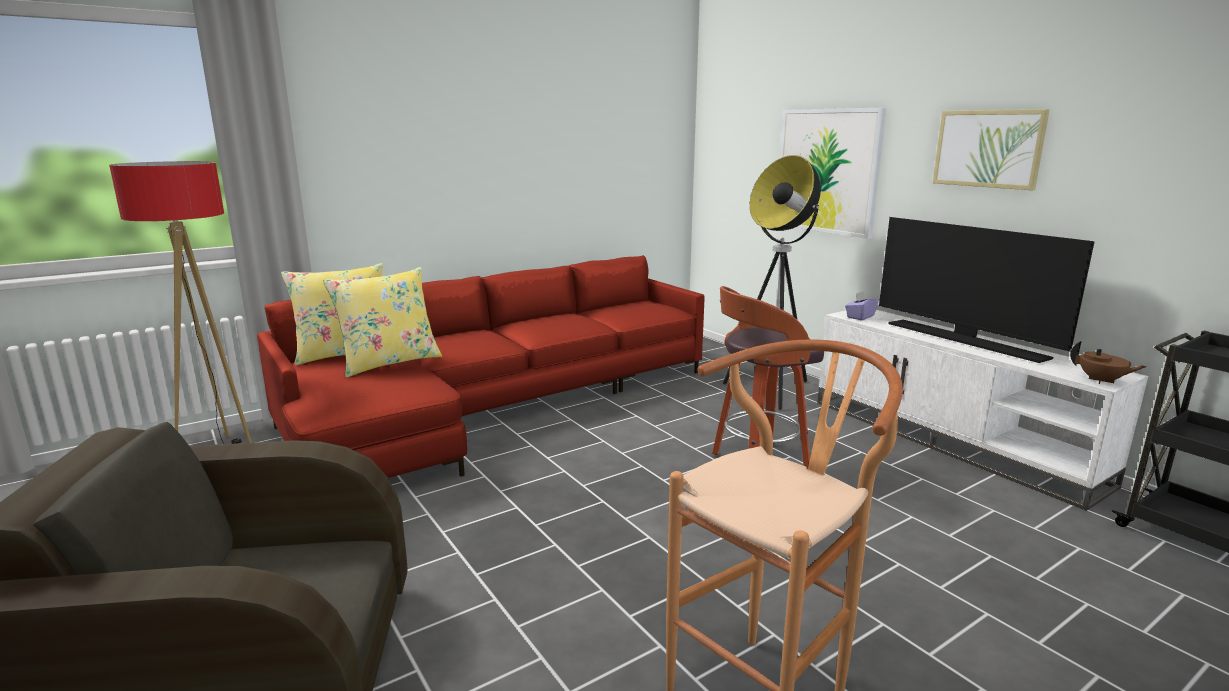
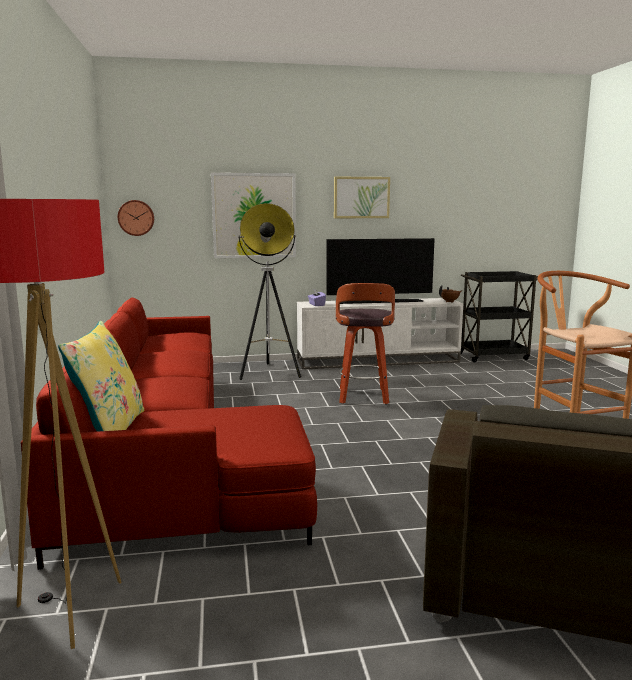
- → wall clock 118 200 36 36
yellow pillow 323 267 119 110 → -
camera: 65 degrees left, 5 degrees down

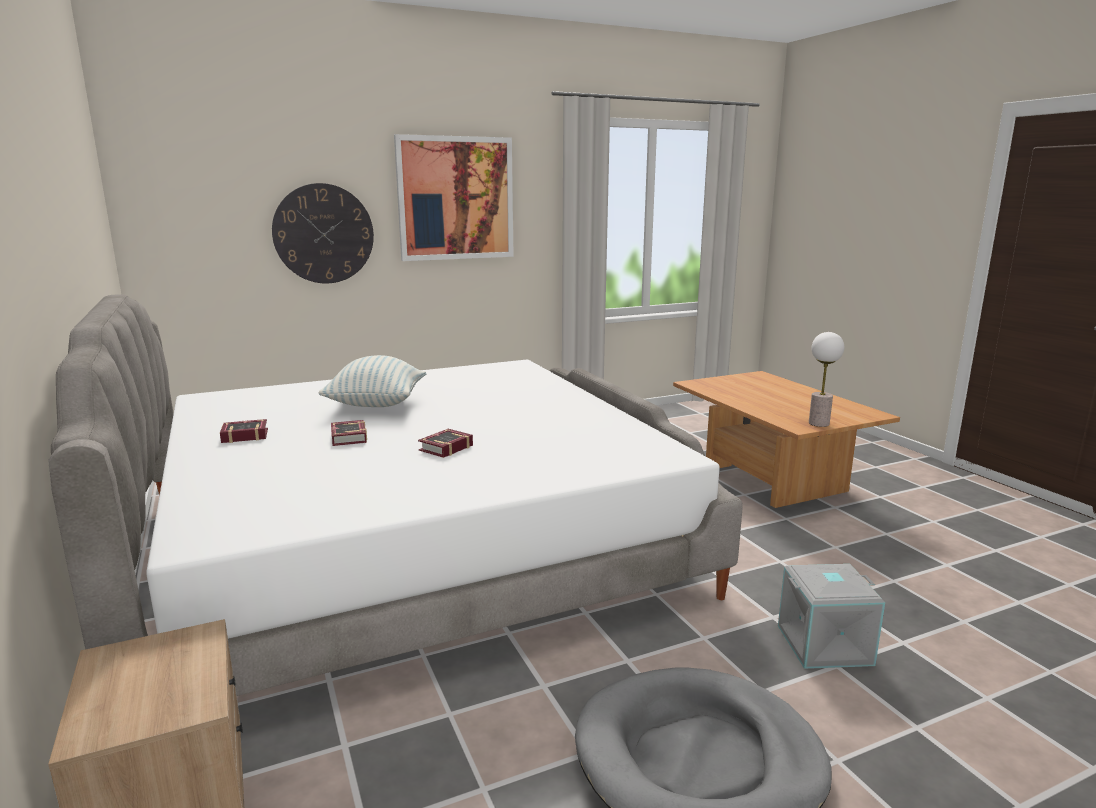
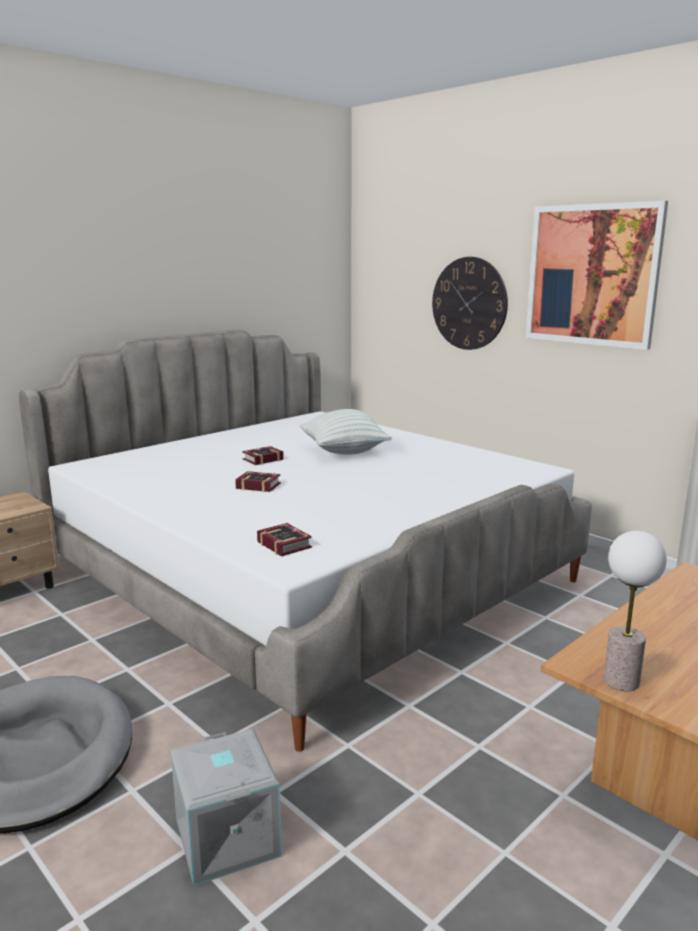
book 220 419 48 24 → book 257 523 55 33, move
camera: 70 degrees right, 0 degrees up

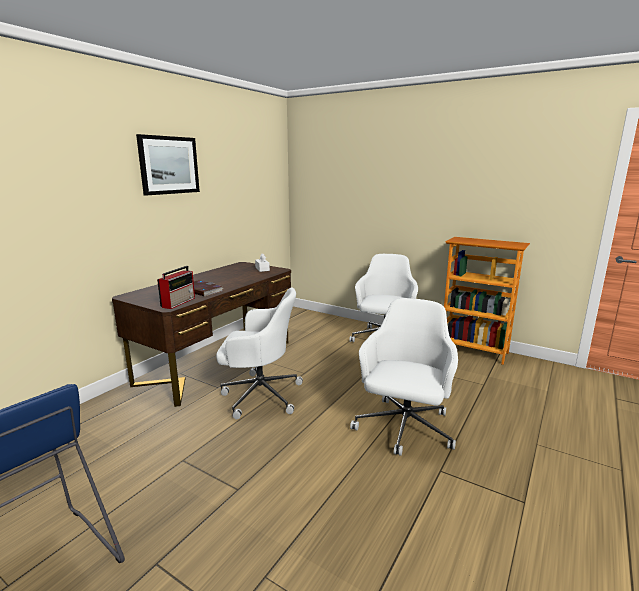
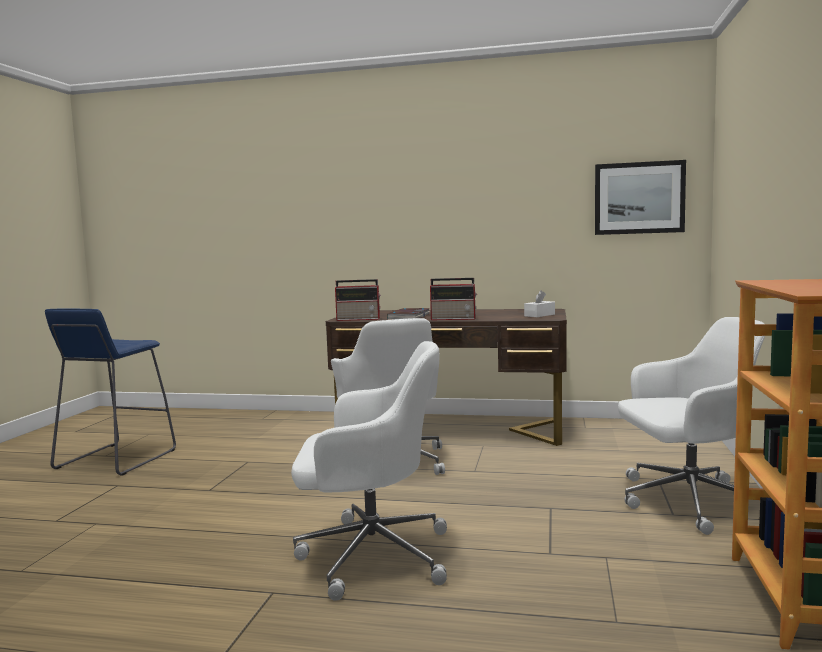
- → radio 430 278 47 42
picture 136 134 64 62 → picture 595 160 91 75, move
camera: 70 degrees right, 10 degrees down

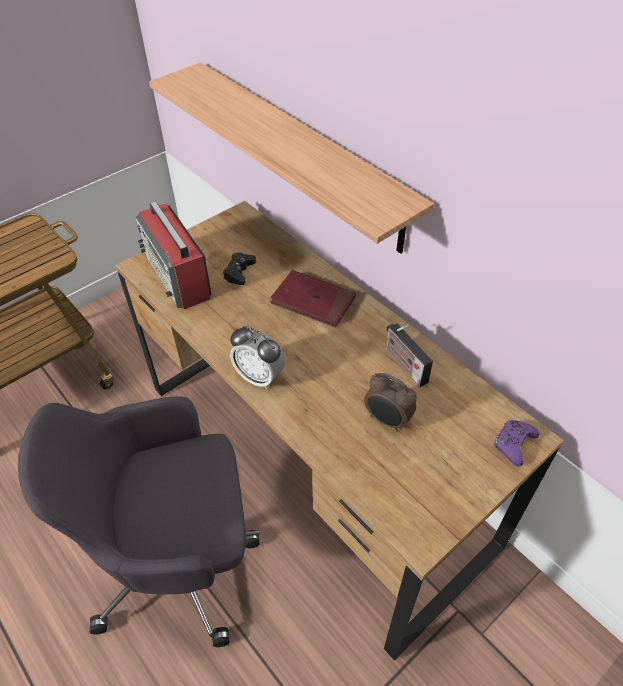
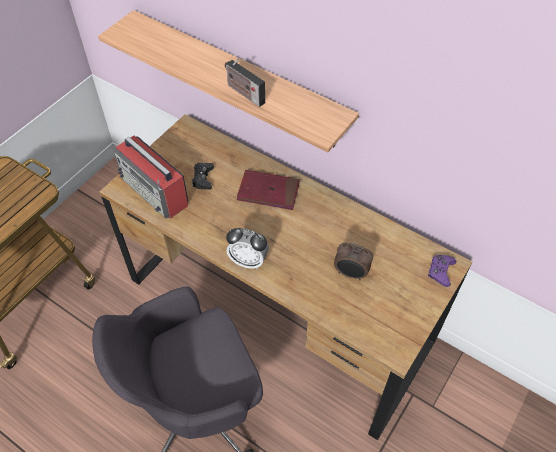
radio 386 323 47 64 → radio 225 57 40 50, move
camera: 15 degrees left, 5 degrees up

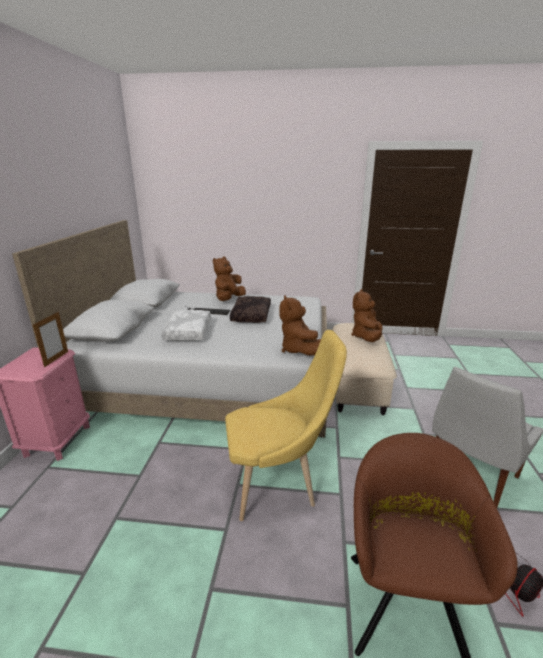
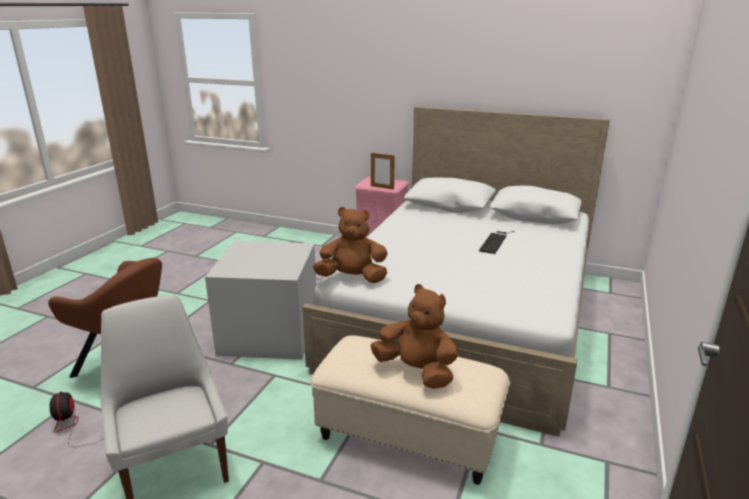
yellow chair 225 330 122 191 → grey storage box 205 241 111 119
white pillow 161 310 50 31 → -
brown plush toy 213 257 33 44 → -
brown pillow 230 296 41 27 → -
camera: 105 degrees right, 0 degrees up

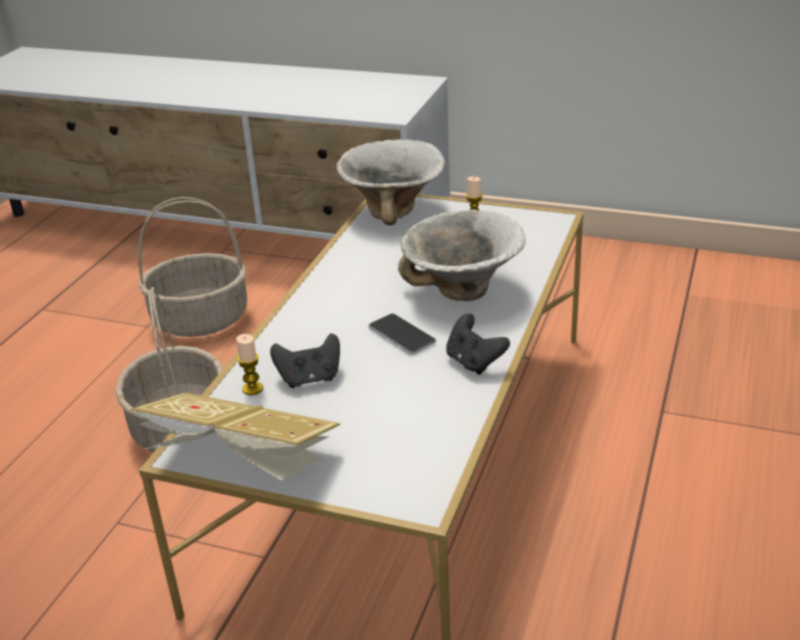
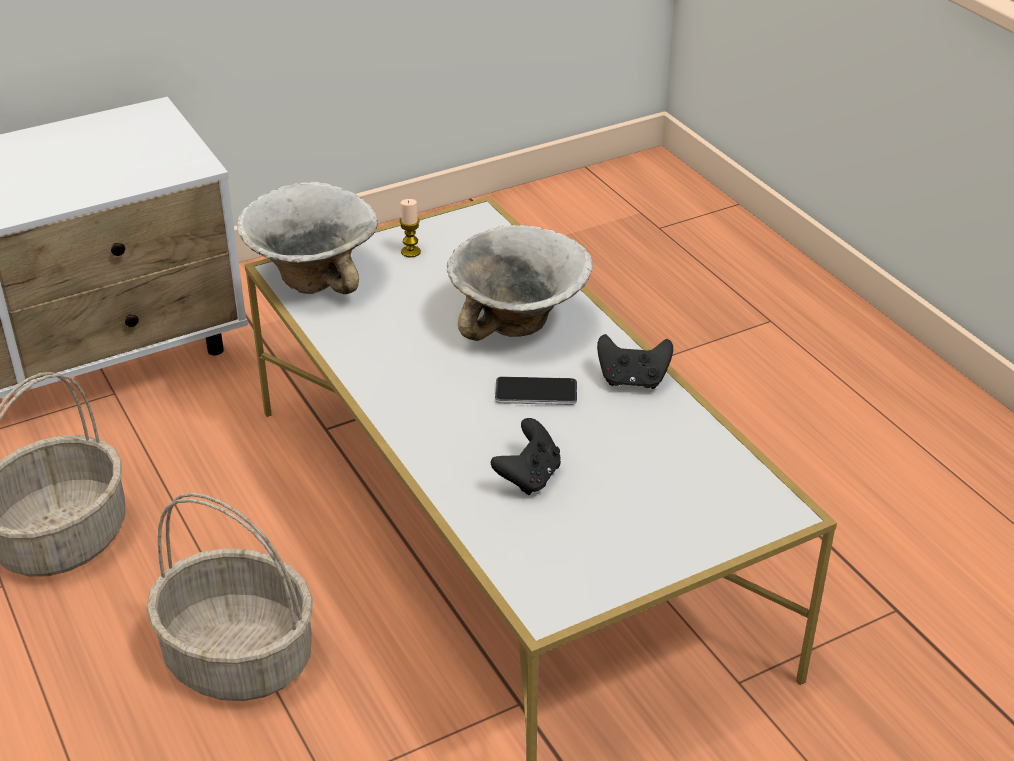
book 131 393 209 87 → -
candle 236 334 27 61 → -
camera: 50 degrees left, 5 degrees up

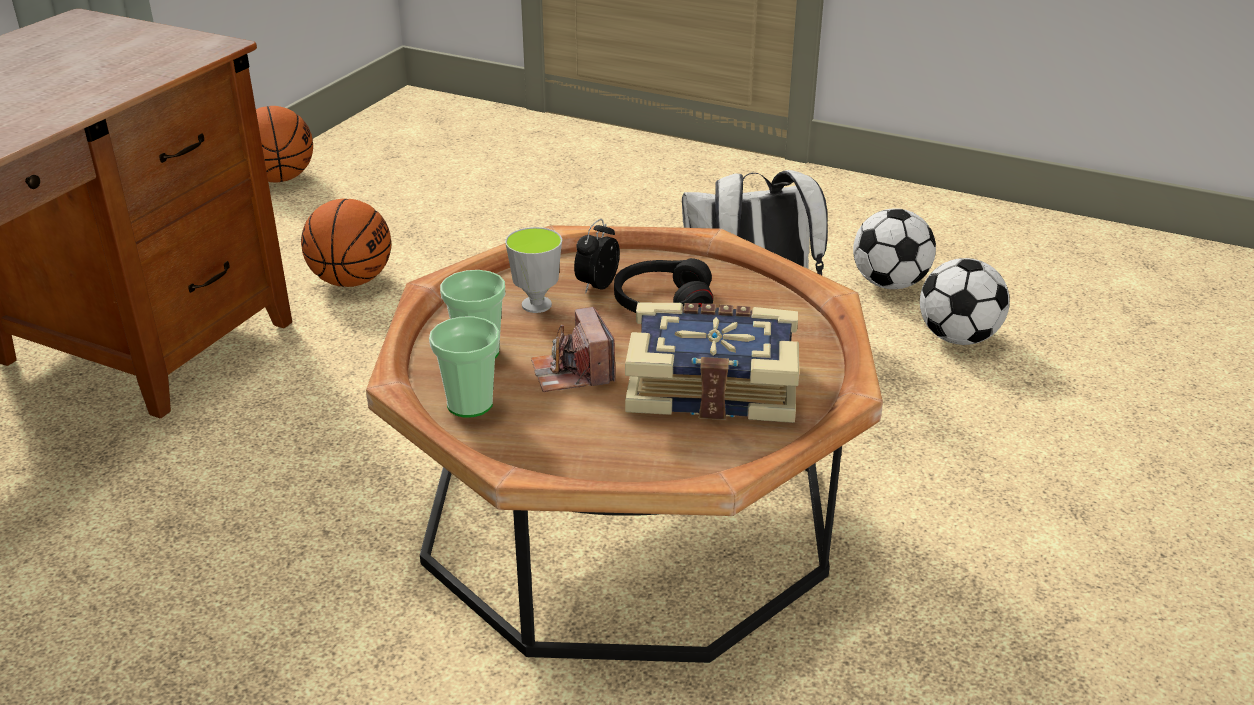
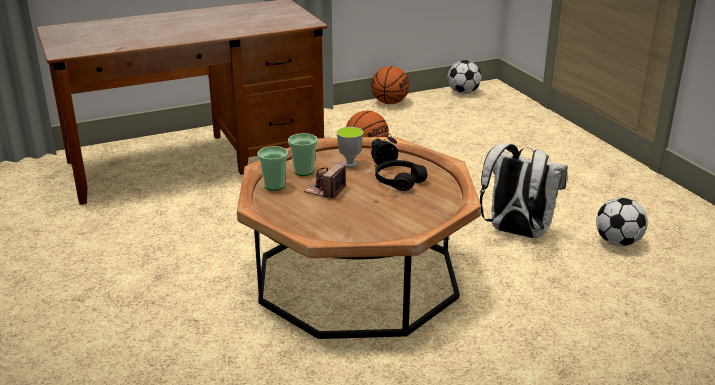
football 920 258 90 87 → football 448 60 33 34, move
book 625 303 174 120 → -
camera: 40 degrees right, 5 degrees down

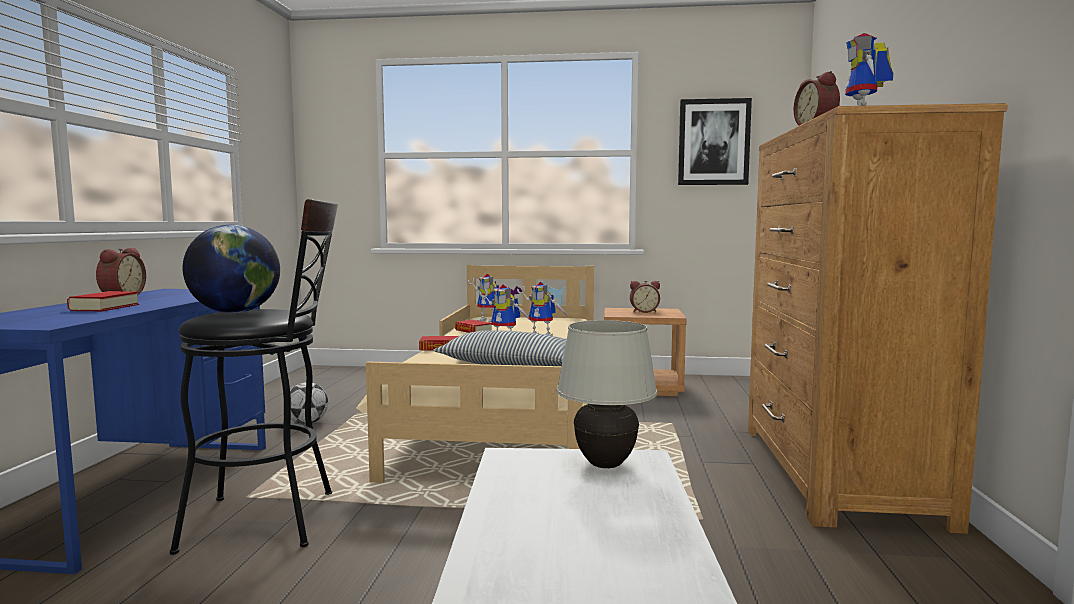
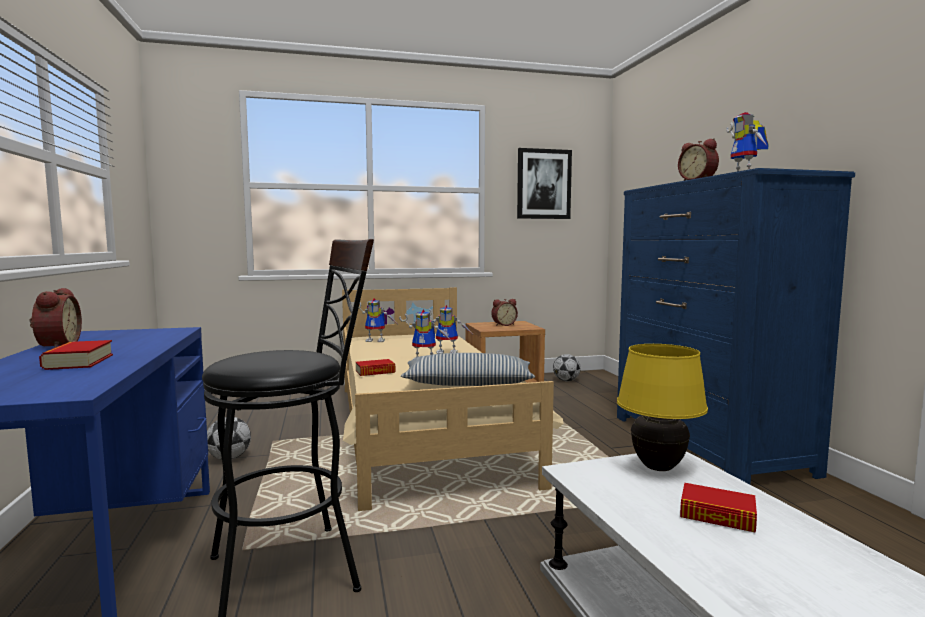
- → football 553 354 28 27
brown dresser 748 103 260 431 → blue dresser 617 168 238 316
white table lamp 557 320 100 148 → yellow table lamp 617 344 91 127
book 455 320 37 13 → book 680 483 77 50, move
globe 183 225 97 88 → -
camera: 20 degrees left, 0 degrees up

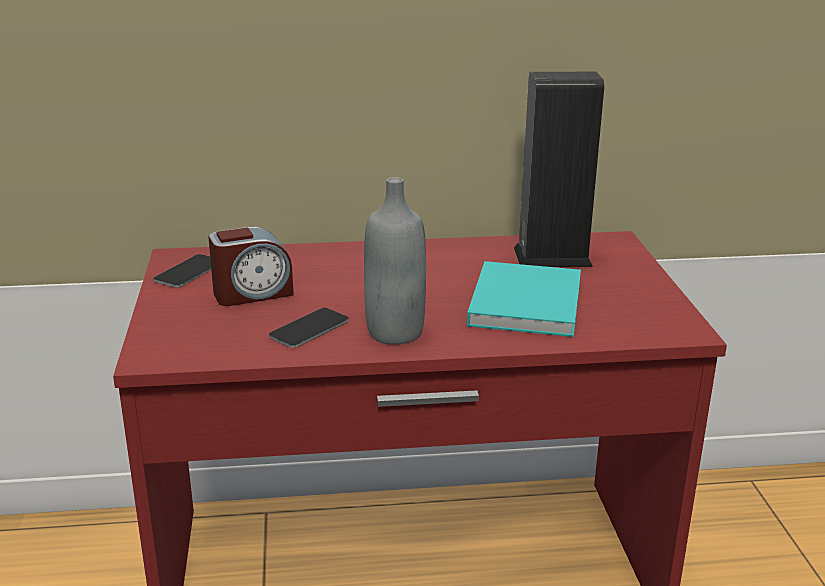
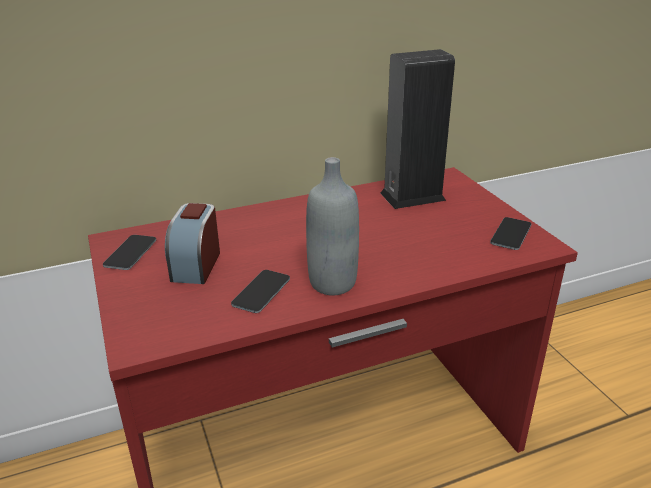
alarm clock 208 227 85 79 → alarm clock 165 203 55 81, 135 degrees clockwise
- → phone 490 217 41 33
turquoise book 467 261 114 76 → -
camera: 15 degrees left, 5 degrees up

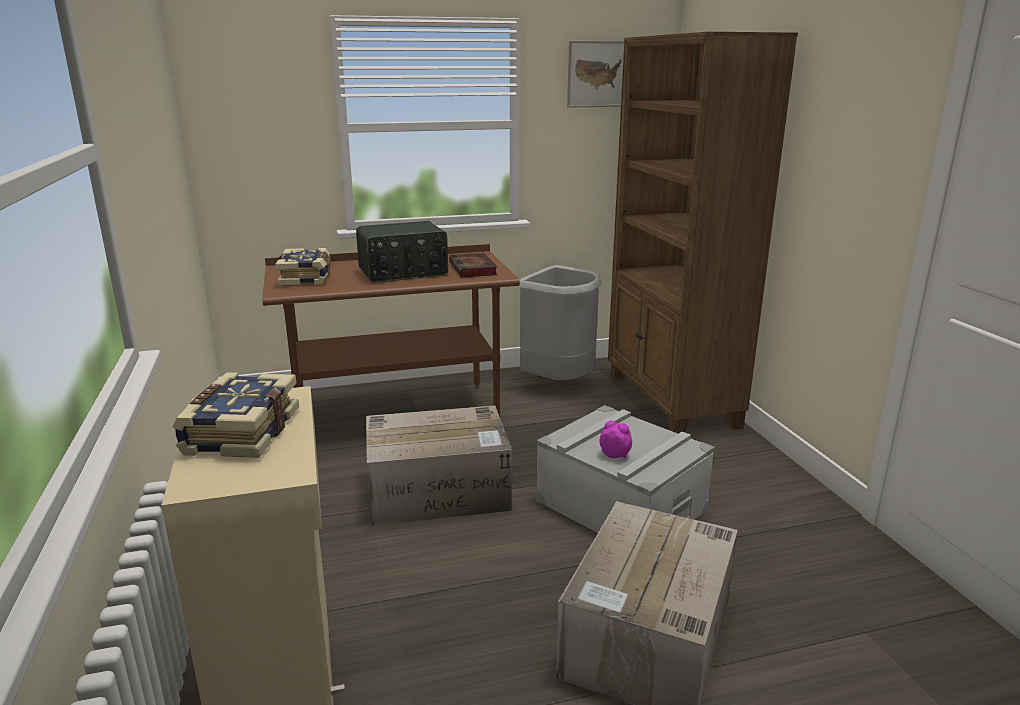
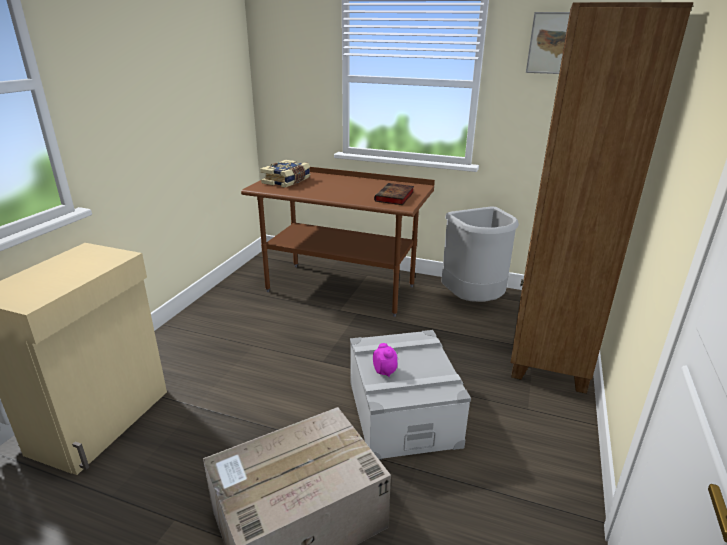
book 173 372 126 86 → -
radio 356 221 92 62 → -
cardboard box 366 406 146 119 → -
camera: 35 degrees right, 5 degrees up

